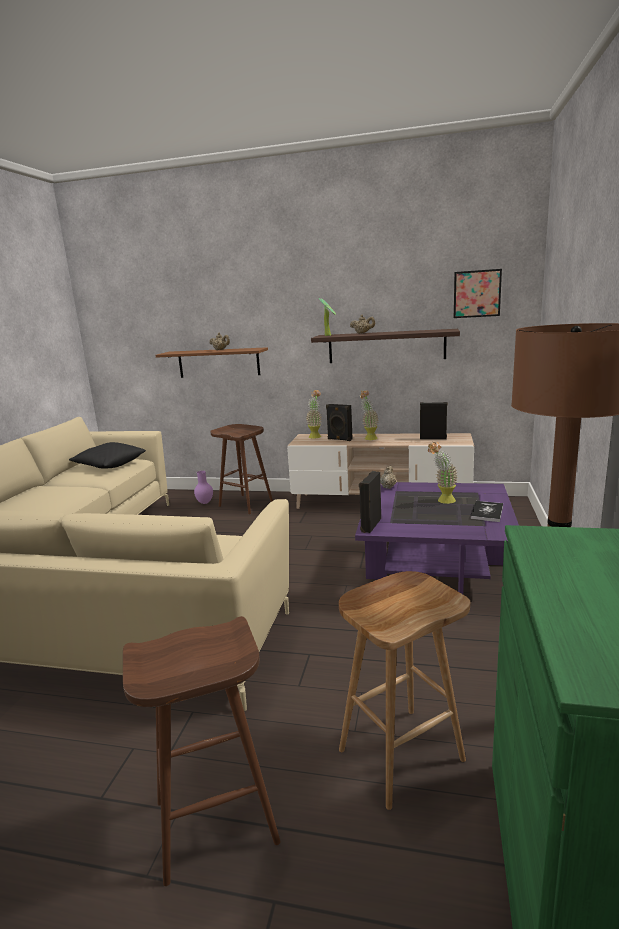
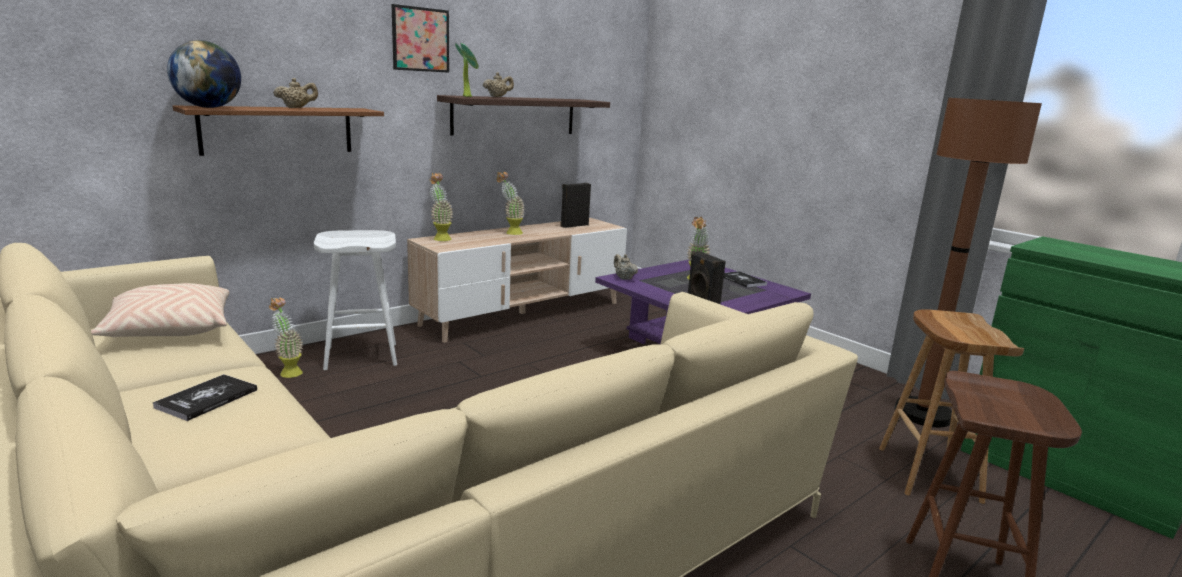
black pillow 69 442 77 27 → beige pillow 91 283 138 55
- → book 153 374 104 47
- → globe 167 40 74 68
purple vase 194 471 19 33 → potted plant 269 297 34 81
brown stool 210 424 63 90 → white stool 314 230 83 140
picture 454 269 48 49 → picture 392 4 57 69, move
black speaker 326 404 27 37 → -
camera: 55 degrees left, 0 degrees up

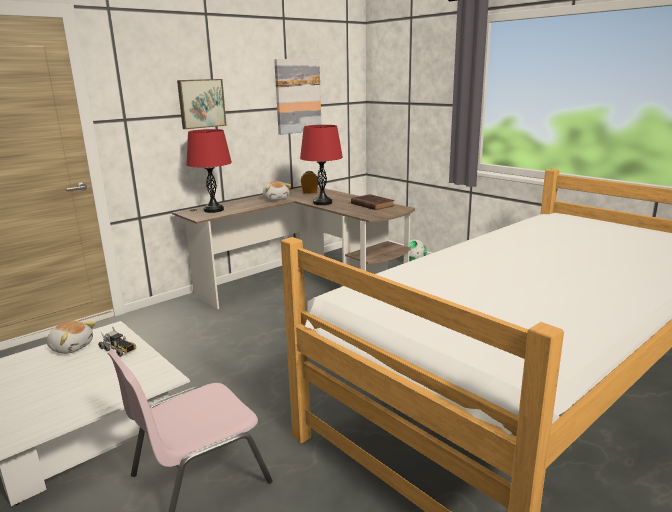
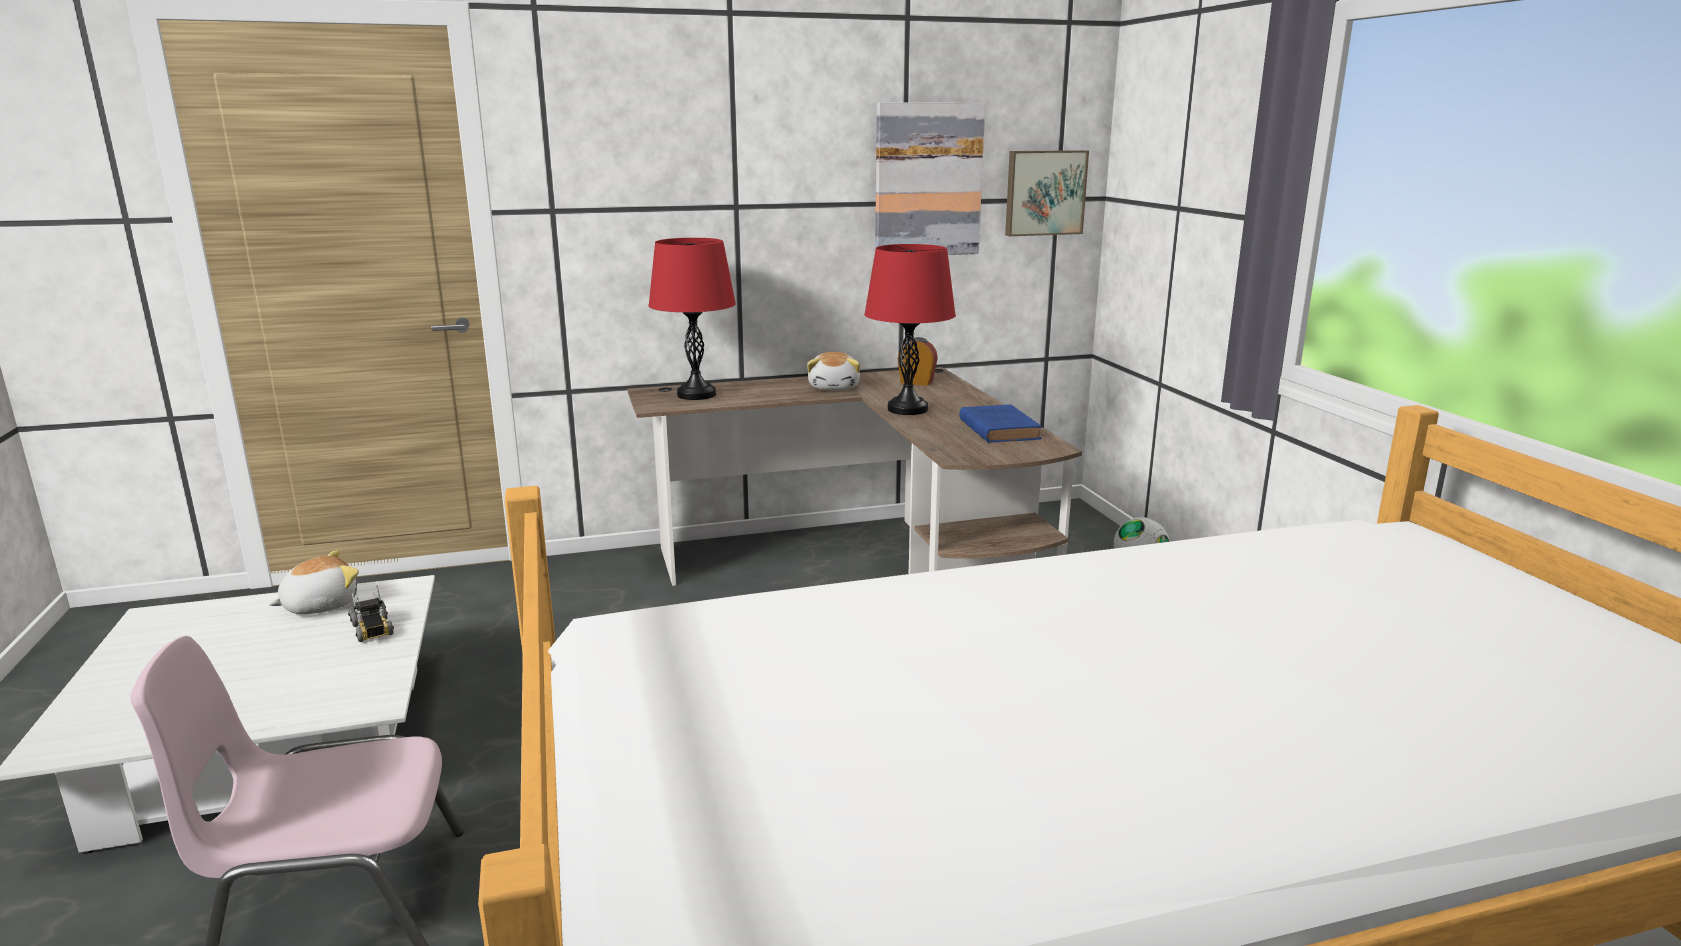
plush toy 47 321 49 33 → plush toy 269 550 90 64, 90 degrees counterclockwise
brown book 351 194 43 16 → blue book 959 404 83 39
picture 177 79 50 50 → picture 1005 150 84 86, move
camera: 25 degrees right, 0 degrees up

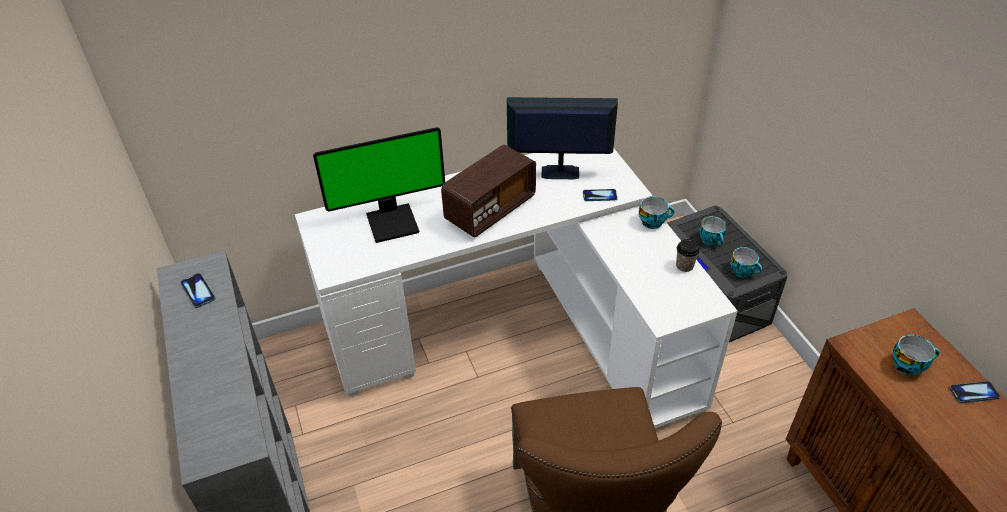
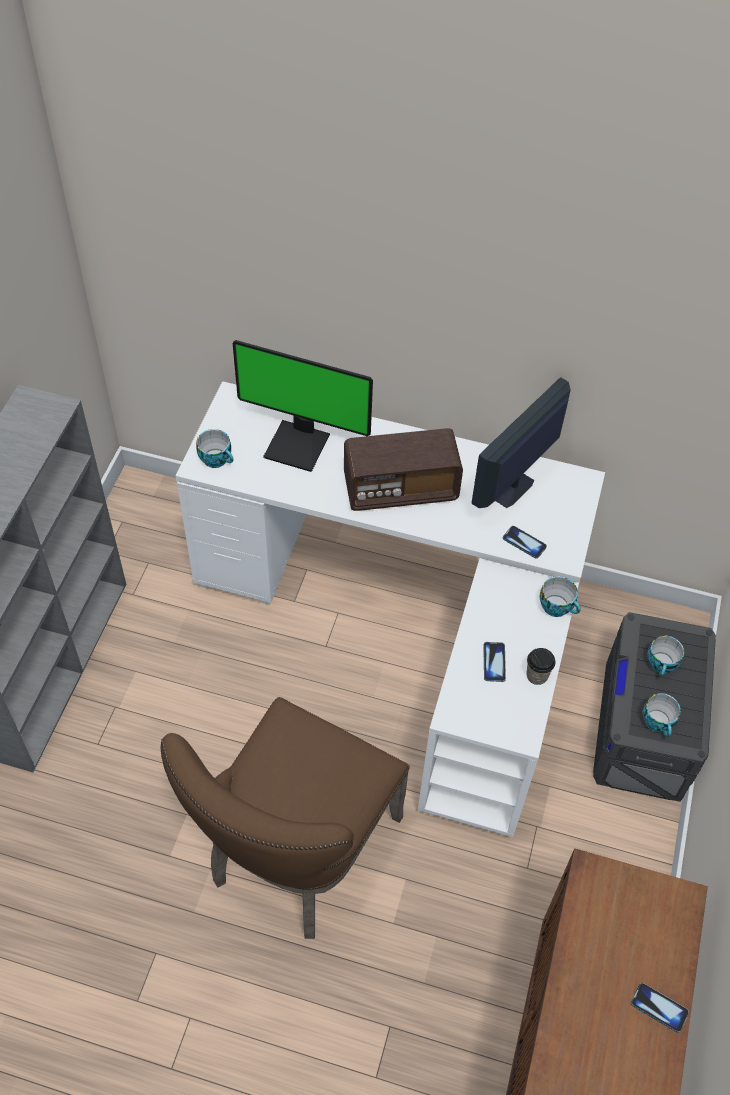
cup 893 335 47 41 → cup 196 429 37 39, move
monitor 507 97 111 82 → monitor 472 378 99 130, 90 degrees counterclockwise
phone 180 273 36 35 → phone 483 642 23 40, move
camera: 35 degrees right, 10 degrees up

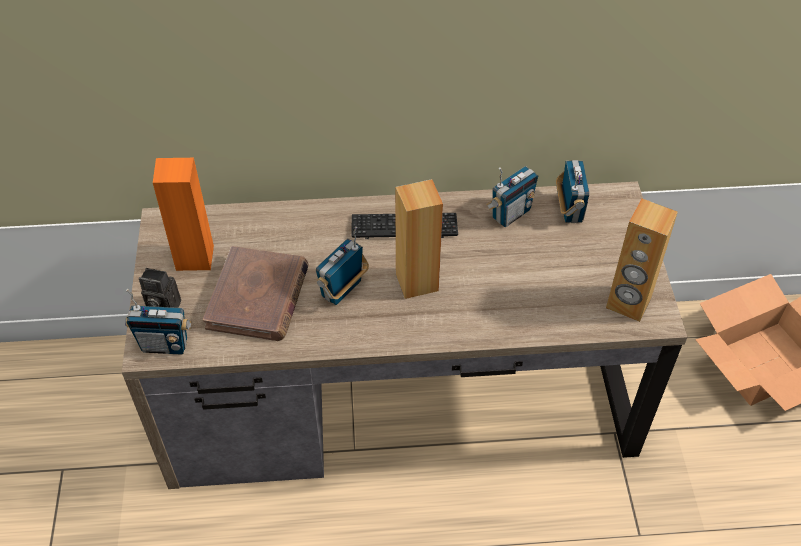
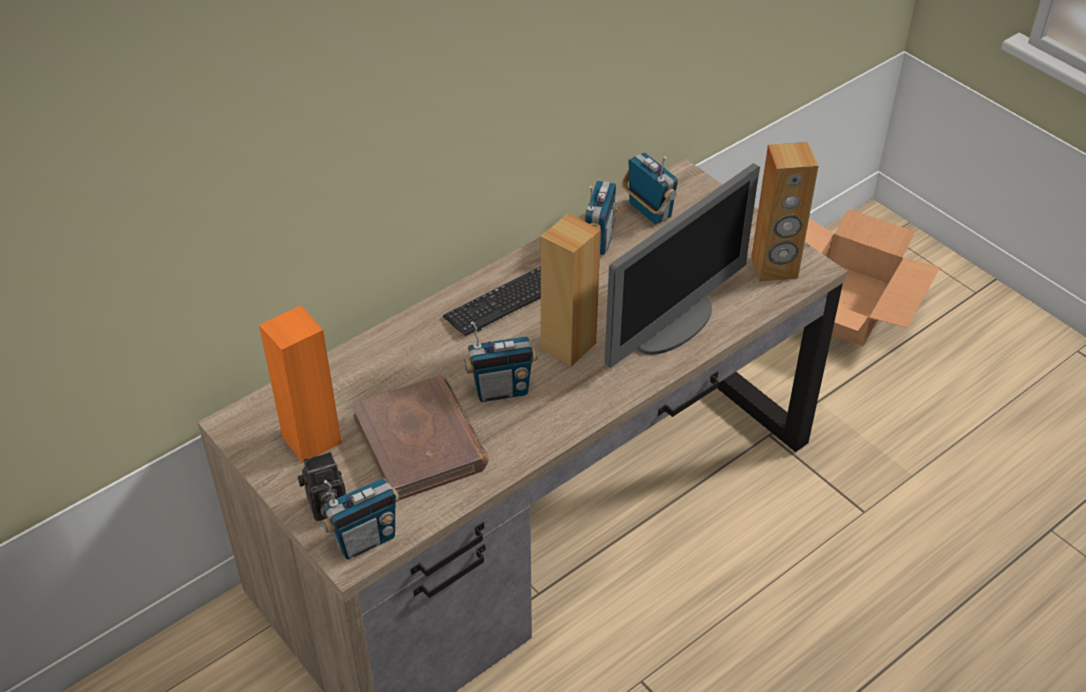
radio 316 227 53 78 → radio 464 321 73 81, 105 degrees counterclockwise
- → monitor 604 163 156 205
camera: 35 degrees left, 5 degrees down

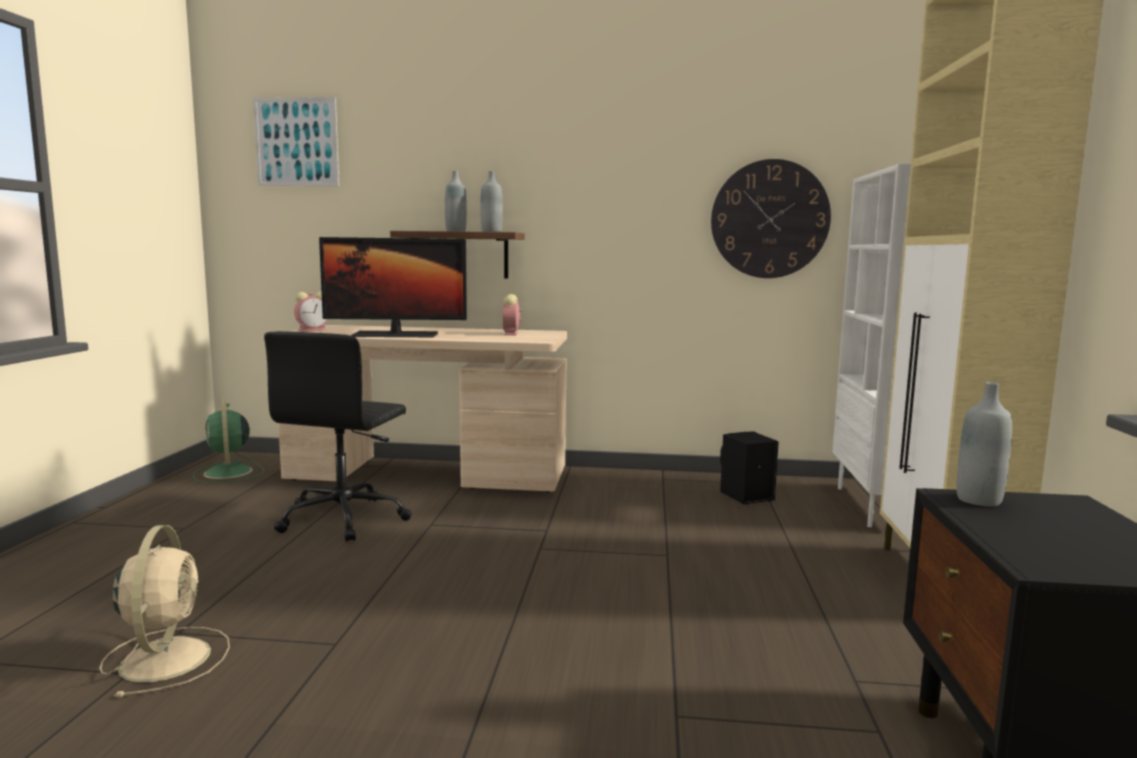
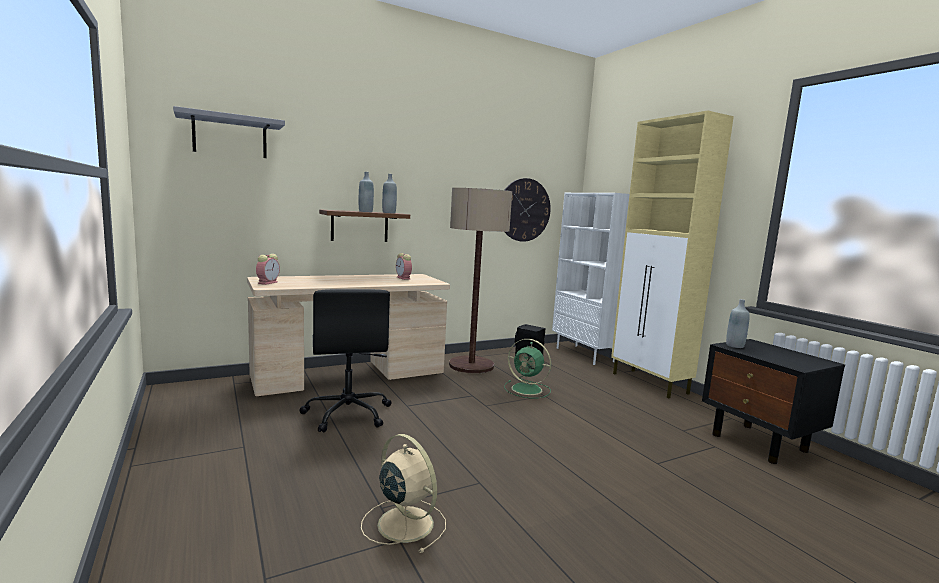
picture 253 97 86 89 → grey shelf 173 106 112 52
- → floor lamp 449 188 63 185
green fan 193 398 71 85 → green fan 504 339 47 60, move
monitor 319 237 148 100 → -
camera: 35 degrees left, 0 degrees up

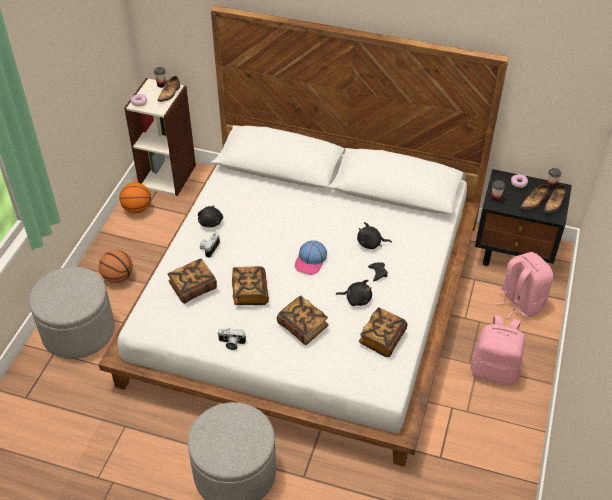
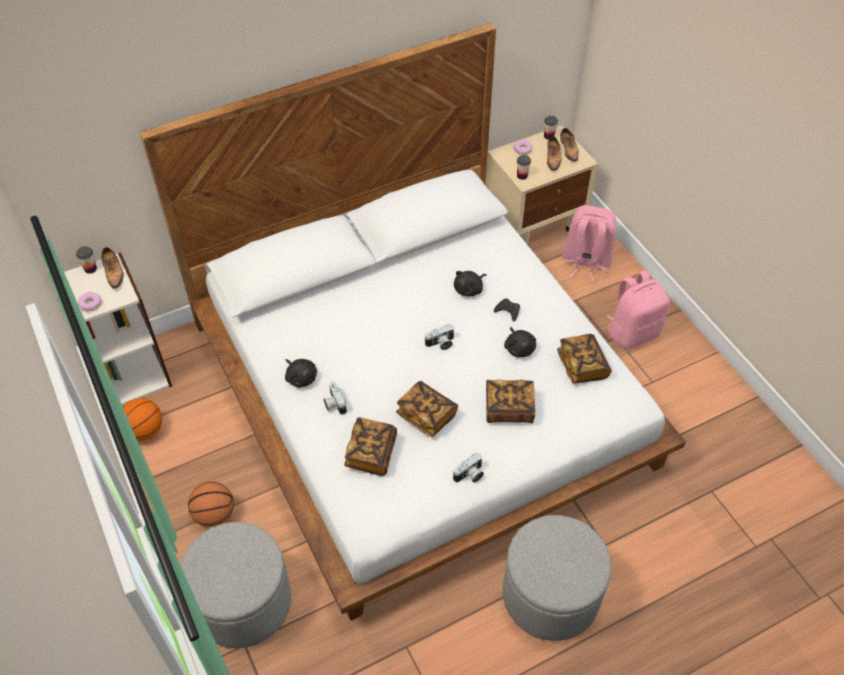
cap 295 240 32 35 → photo camera 424 324 31 26
black nightstand 475 169 97 97 → beige nightstand 485 125 113 120
black plush toy 336 280 36 26 → black plush toy 504 327 32 30, 105 degrees clockwise
camera: 45 degrees left, 5 degrees up

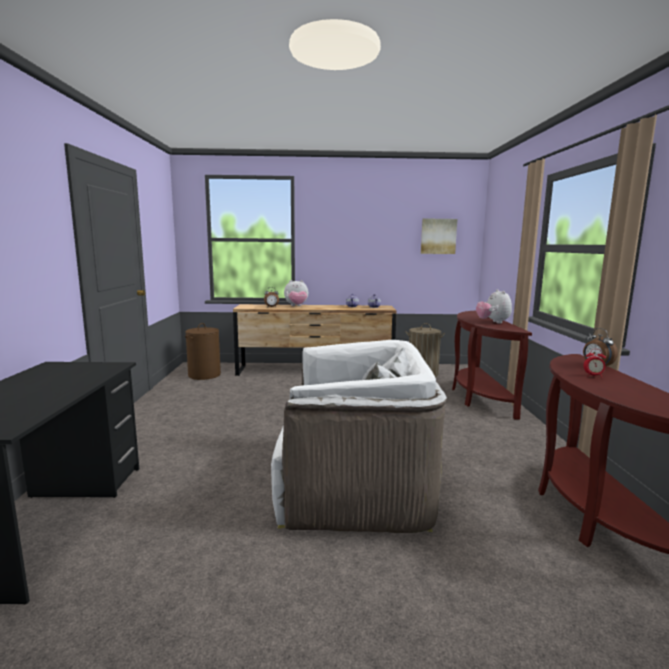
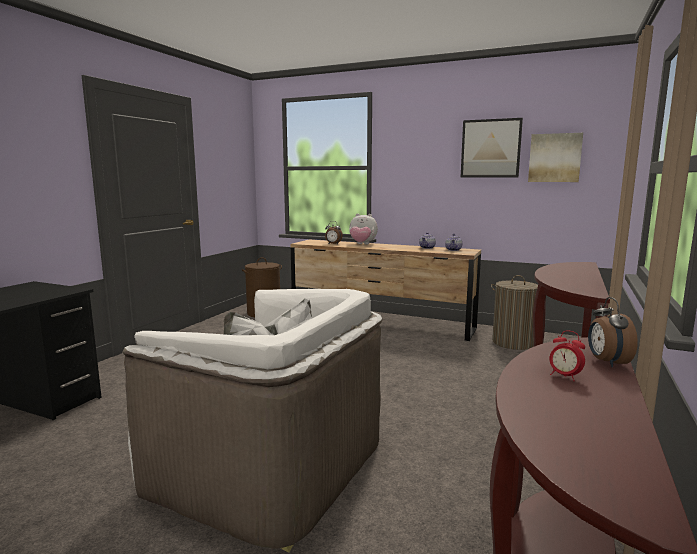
- → picture 461 118 62 59
plush toy 476 289 36 34 → -
camera: 25 degrees right, 0 degrees up

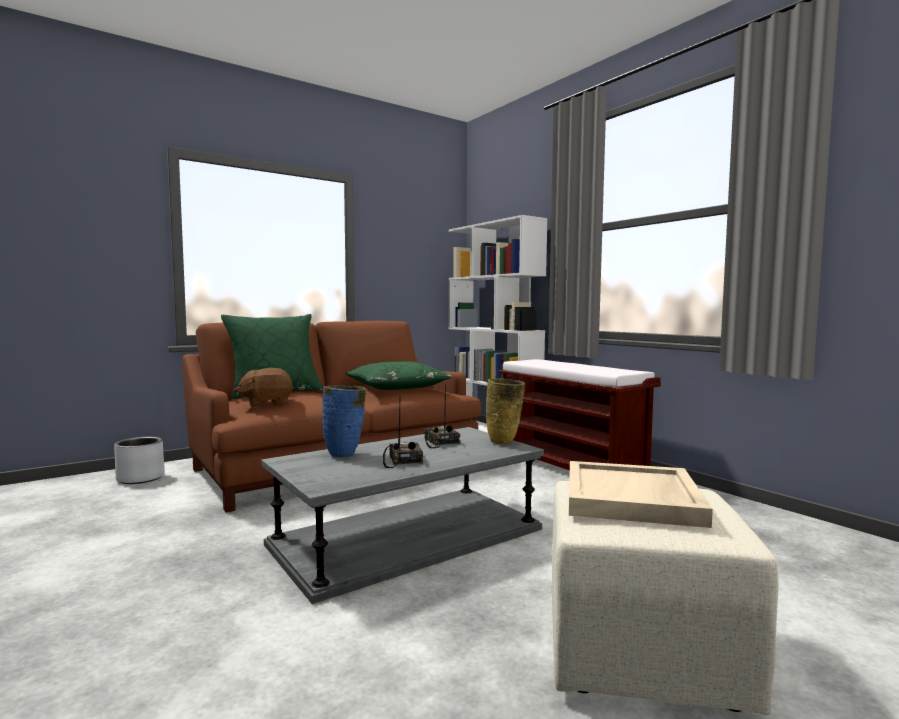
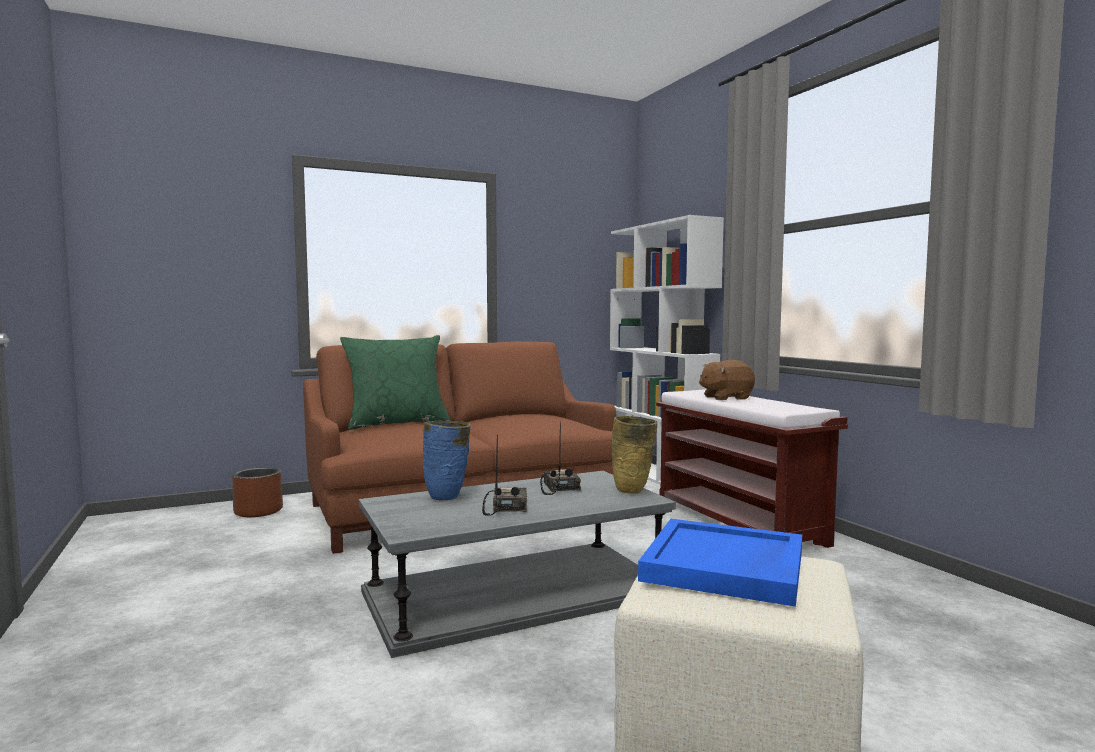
grey planter 114 437 51 47 → brown planter 232 467 51 50
beige tray 569 461 144 67 → blue tray 638 519 164 88
brown plush toy 235 368 59 40 → brown plush toy 699 360 56 40, move
green pillow 346 361 107 29 → -
camera: 10 degrees right, 0 degrees up

